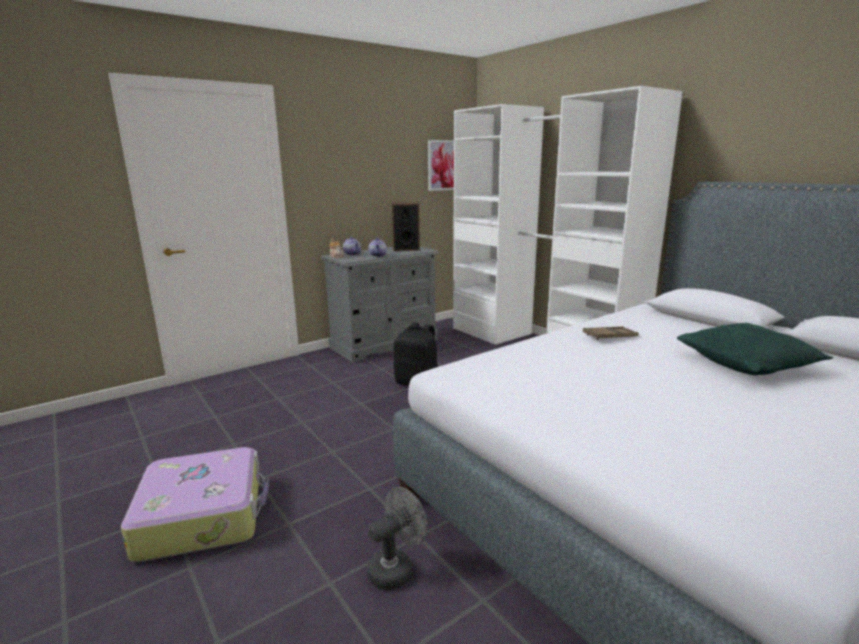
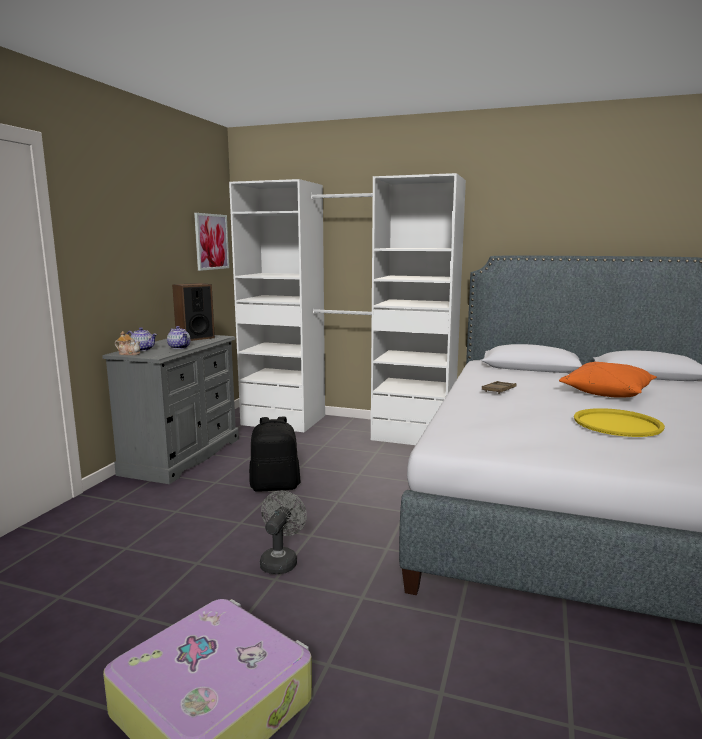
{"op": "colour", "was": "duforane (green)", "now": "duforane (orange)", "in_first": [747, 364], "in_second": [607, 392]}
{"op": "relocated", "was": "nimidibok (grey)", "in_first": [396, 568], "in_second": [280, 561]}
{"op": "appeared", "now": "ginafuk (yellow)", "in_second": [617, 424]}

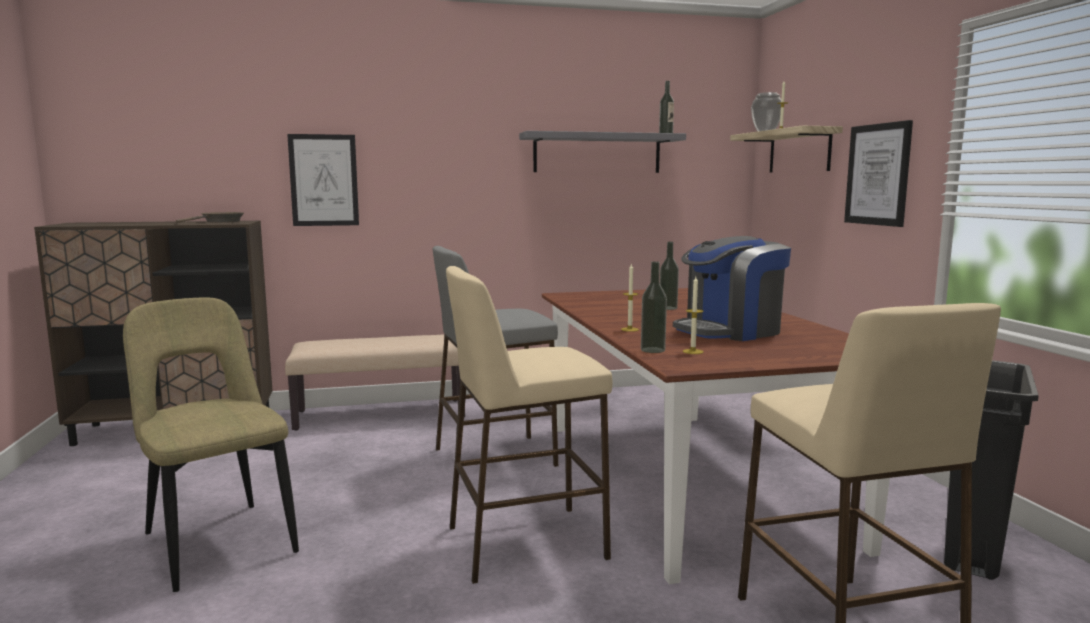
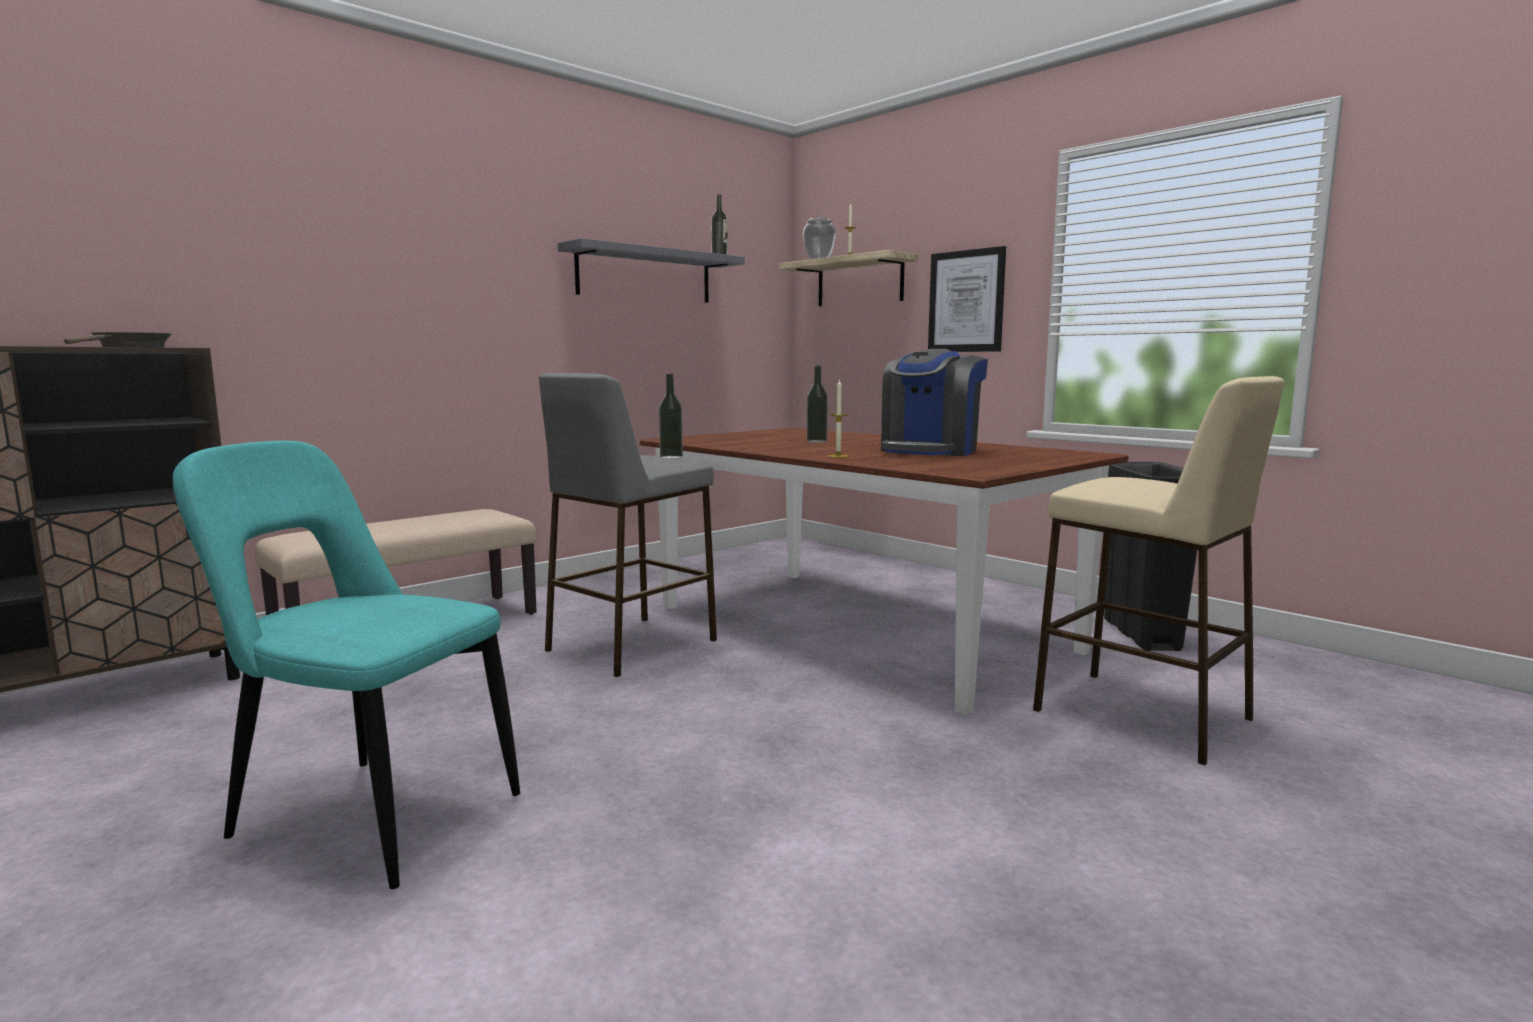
{"op": "missing", "was": "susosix", "in_first": [324, 180]}
{"op": "relocated", "was": "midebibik", "in_first": [652, 350], "in_second": [671, 457]}
{"op": "missing", "was": "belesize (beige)", "in_first": [525, 542]}
{"op": "missing", "was": "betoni", "in_first": [693, 351]}
{"op": "colour", "was": "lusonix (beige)", "now": "lusonix (turquoise)", "in_first": [217, 541], "in_second": [367, 815]}

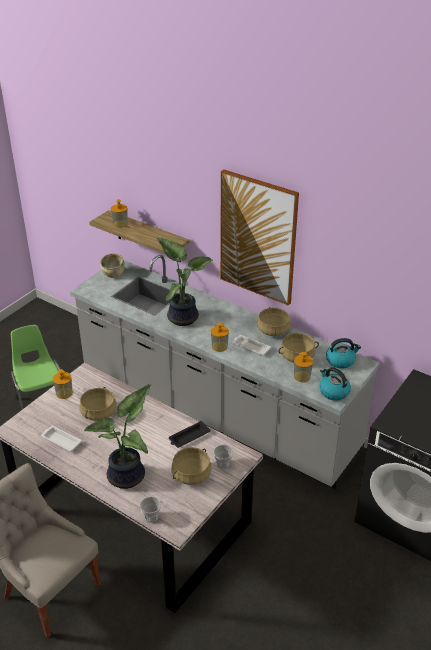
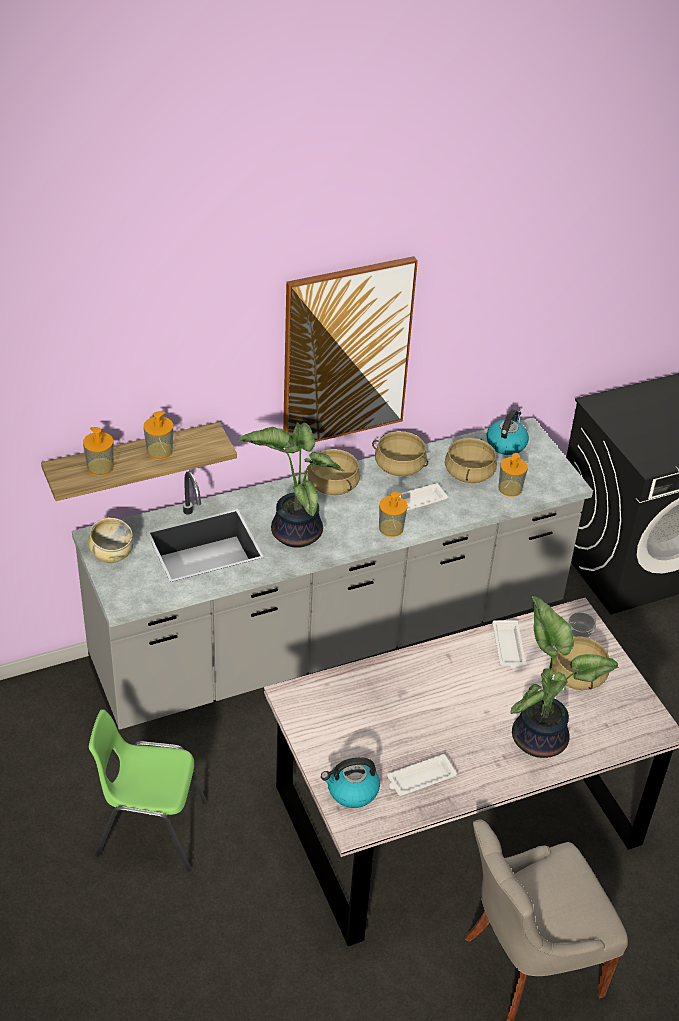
{"op": "relocated", "was": "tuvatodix", "in_first": [333, 392], "in_second": [351, 791]}
{"op": "relocated", "was": "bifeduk", "in_first": [64, 393], "in_second": [159, 451]}
{"op": "relocated", "was": "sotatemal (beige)", "in_first": [98, 412], "in_second": [332, 485]}
{"op": "colour", "was": "ginafuk (black)", "now": "ginafuk (white)", "in_first": [188, 437], "in_second": [508, 647]}
{"op": "missing", "was": "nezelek", "in_first": [151, 516]}

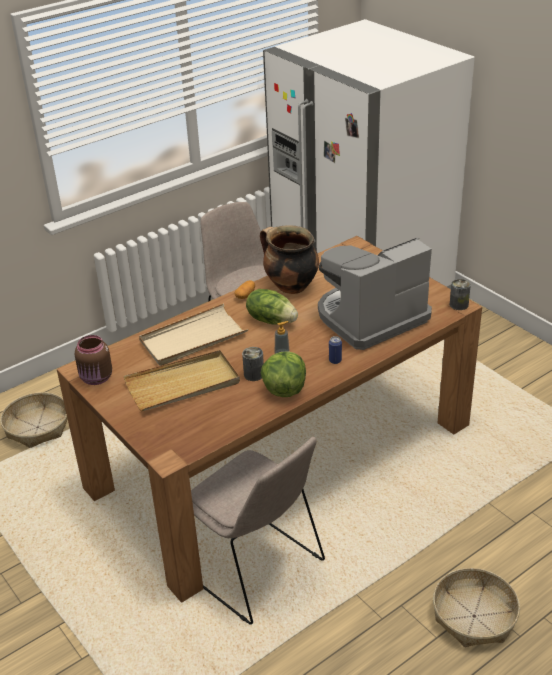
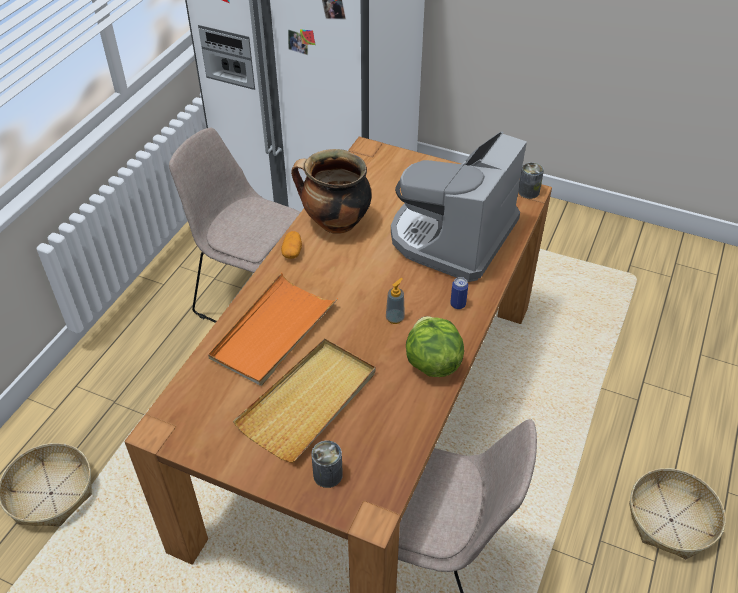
{"op": "missing", "was": "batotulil", "in_first": [271, 320]}
{"op": "colour", "was": "ginafuk (beige)", "now": "ginafuk (orange)", "in_first": [193, 339], "in_second": [273, 332]}
{"op": "missing", "was": "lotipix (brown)", "in_first": [97, 378]}
{"op": "relocated", "was": "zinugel", "in_first": [254, 374], "in_second": [328, 475]}

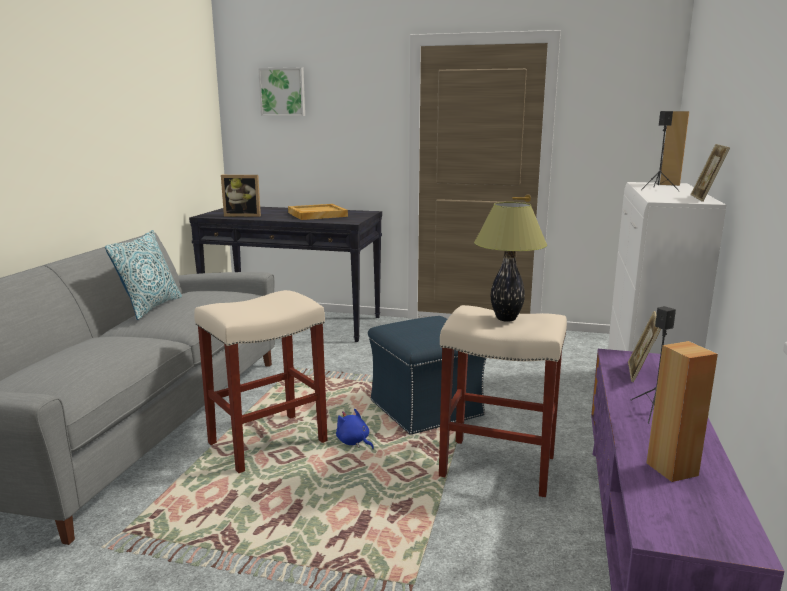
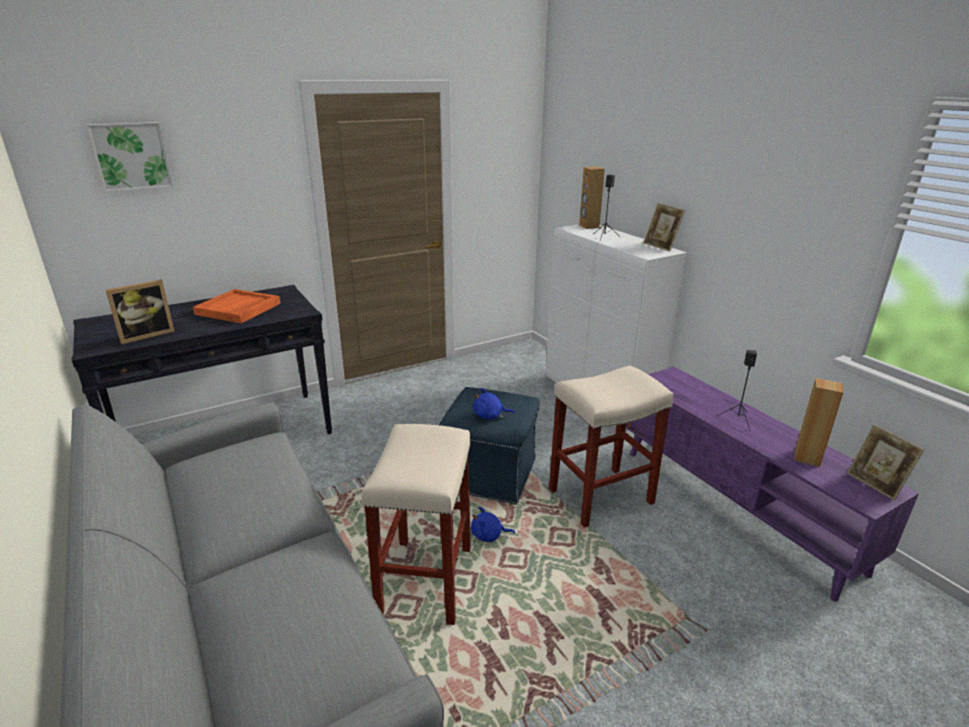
{"op": "missing", "was": "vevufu", "in_first": [505, 319]}
{"op": "colour", "was": "ginafuk (beige)", "now": "ginafuk (orange)", "in_first": [317, 214], "in_second": [238, 309]}
{"op": "missing", "was": "duforane", "in_first": [150, 307]}
{"op": "relocated", "was": "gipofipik", "in_first": [640, 373], "in_second": [875, 484]}
{"op": "appeared", "now": "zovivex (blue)", "in_second": [490, 416]}

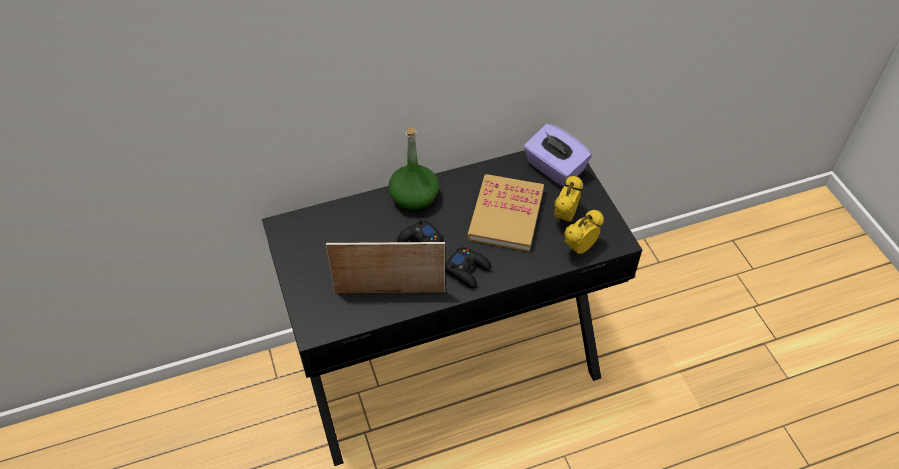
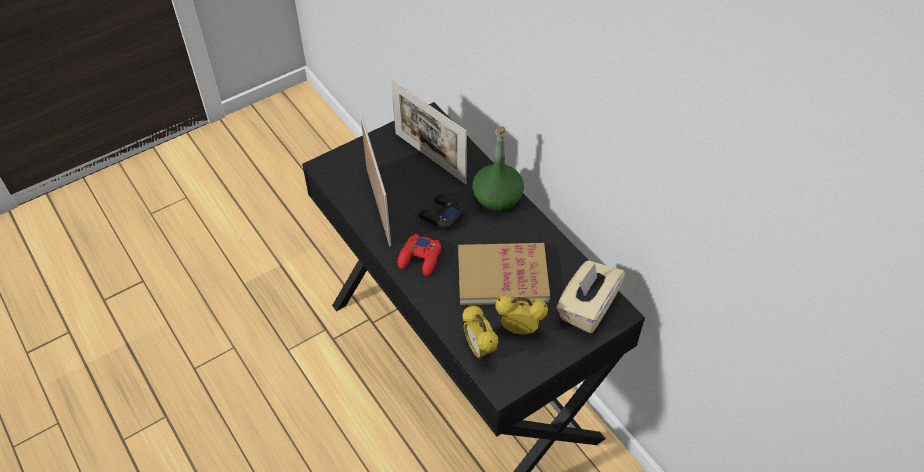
{"op": "colour", "was": "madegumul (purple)", "now": "madegumul (beige)", "in_first": [554, 168], "in_second": [587, 307]}
{"op": "spun", "was": "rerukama", "in_first": [579, 248], "in_second": [479, 349], "clockwise": -150}
{"op": "colour", "was": "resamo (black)", "now": "resamo (red)", "in_first": [467, 270], "in_second": [420, 259]}
{"op": "appeared", "now": "gipofipik", "in_second": [430, 157]}

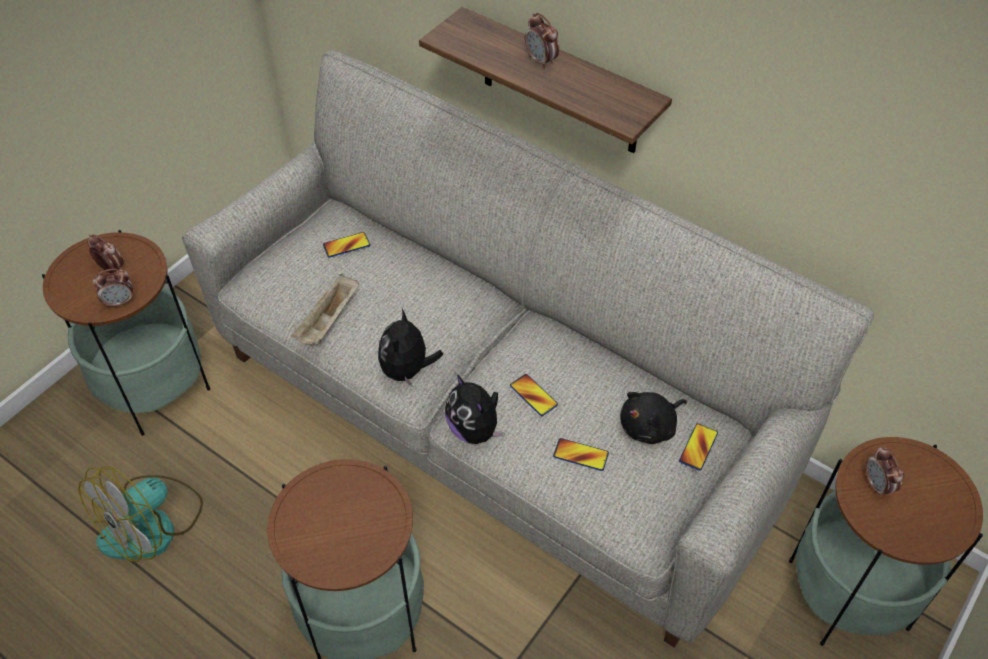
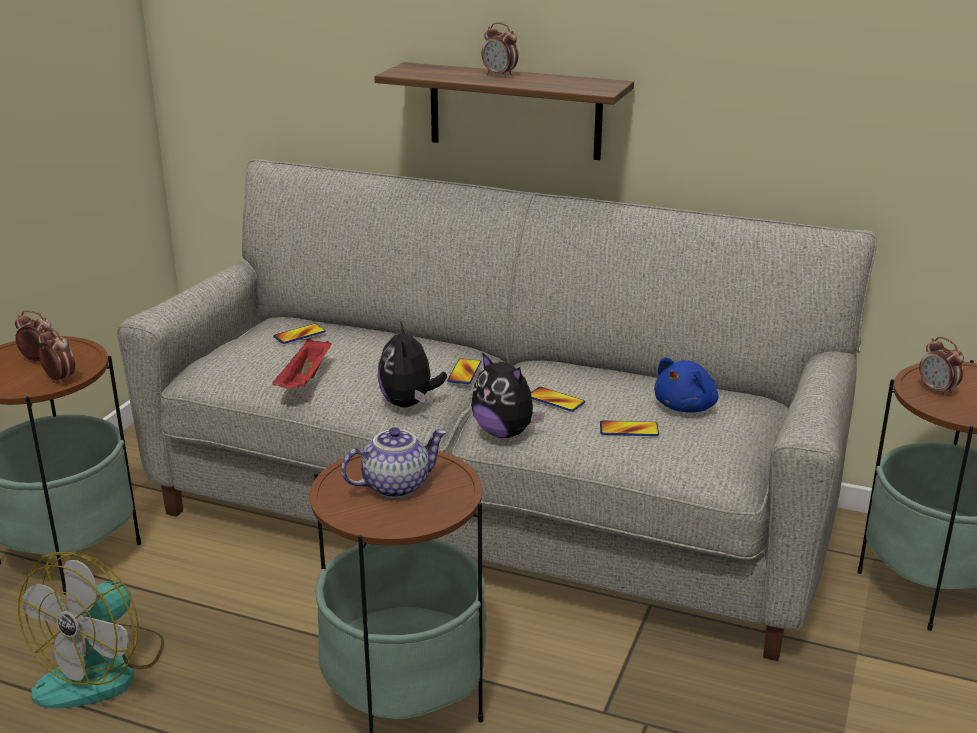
{"op": "spun", "was": "rerukama", "in_first": [120, 302], "in_second": [60, 379], "clockwise": -105}
{"op": "colour", "was": "ginafuk (beige)", "now": "ginafuk (red)", "in_first": [329, 321], "in_second": [305, 381]}
{"op": "colour", "was": "zovivex (black)", "now": "zovivex (blue)", "in_first": [650, 426], "in_second": [687, 407]}
{"op": "relocated", "was": "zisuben", "in_first": [698, 447], "in_second": [464, 372]}
{"op": "appeared", "now": "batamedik", "in_second": [396, 485]}

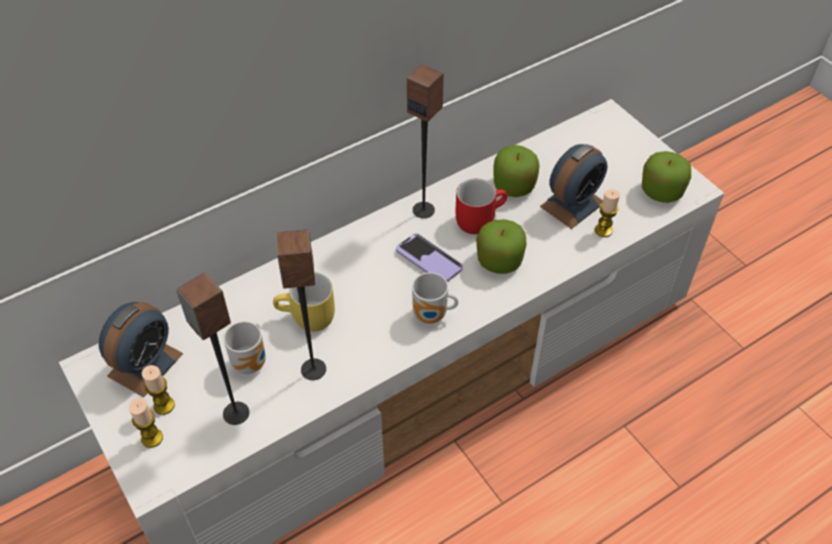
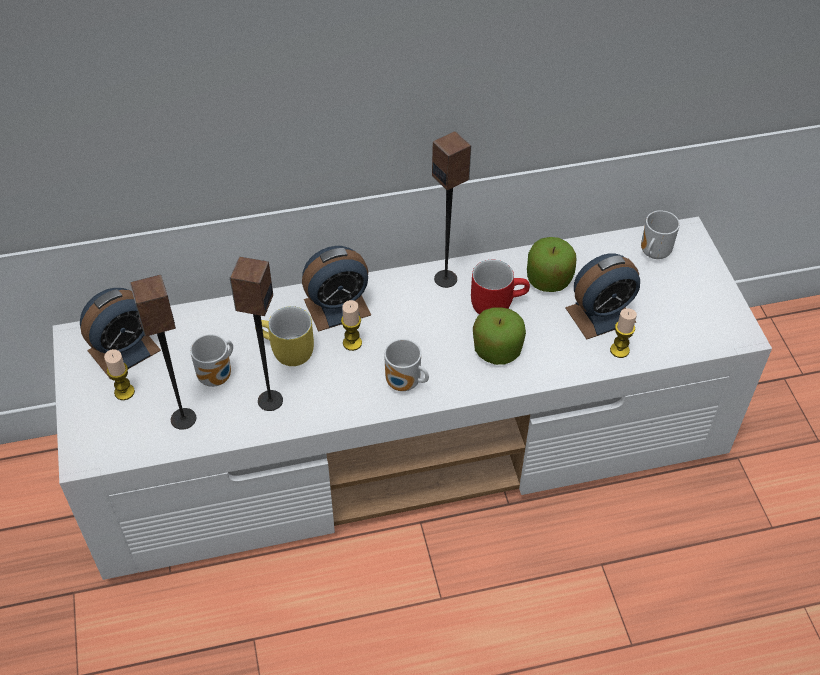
{"op": "missing", "was": "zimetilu", "in_first": [661, 191]}
{"op": "missing", "was": "zisuben", "in_first": [429, 260]}
{"op": "relocated", "was": "betoni", "in_first": [152, 438], "in_second": [352, 343]}
{"op": "appeared", "now": "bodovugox", "in_second": [652, 253]}
{"op": "appeared", "now": "rerukama", "in_second": [337, 307]}

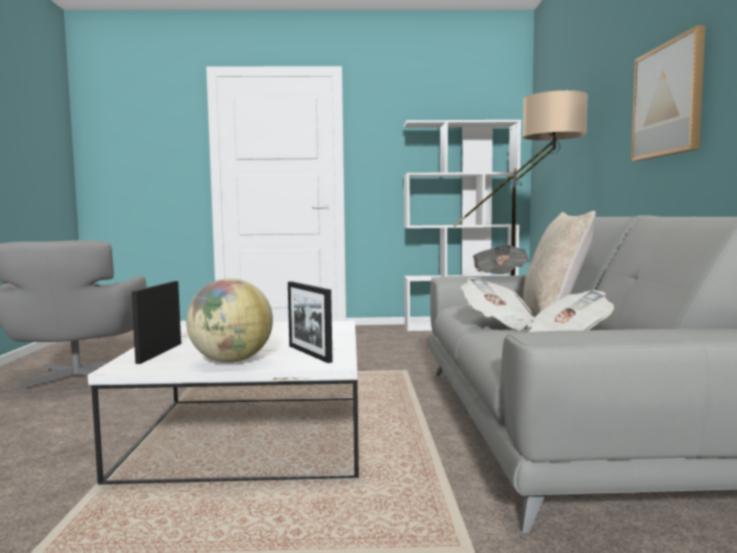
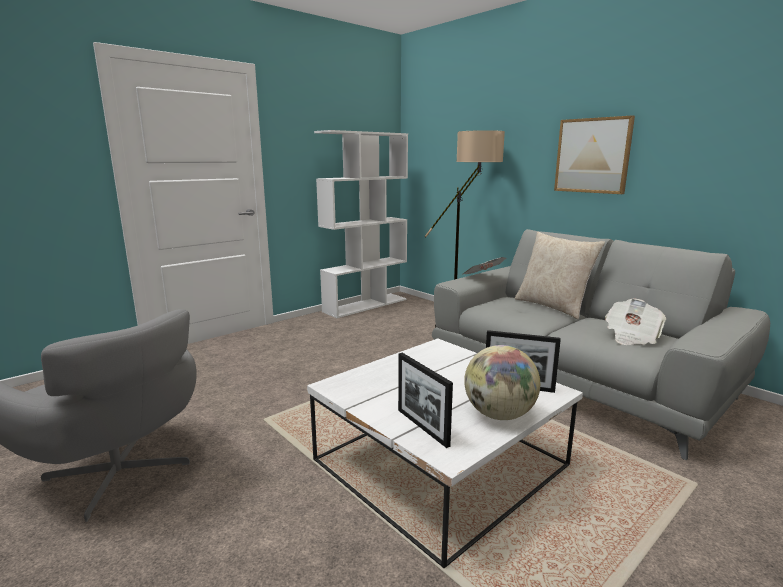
{"op": "missing", "was": "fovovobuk", "in_first": [498, 323]}

